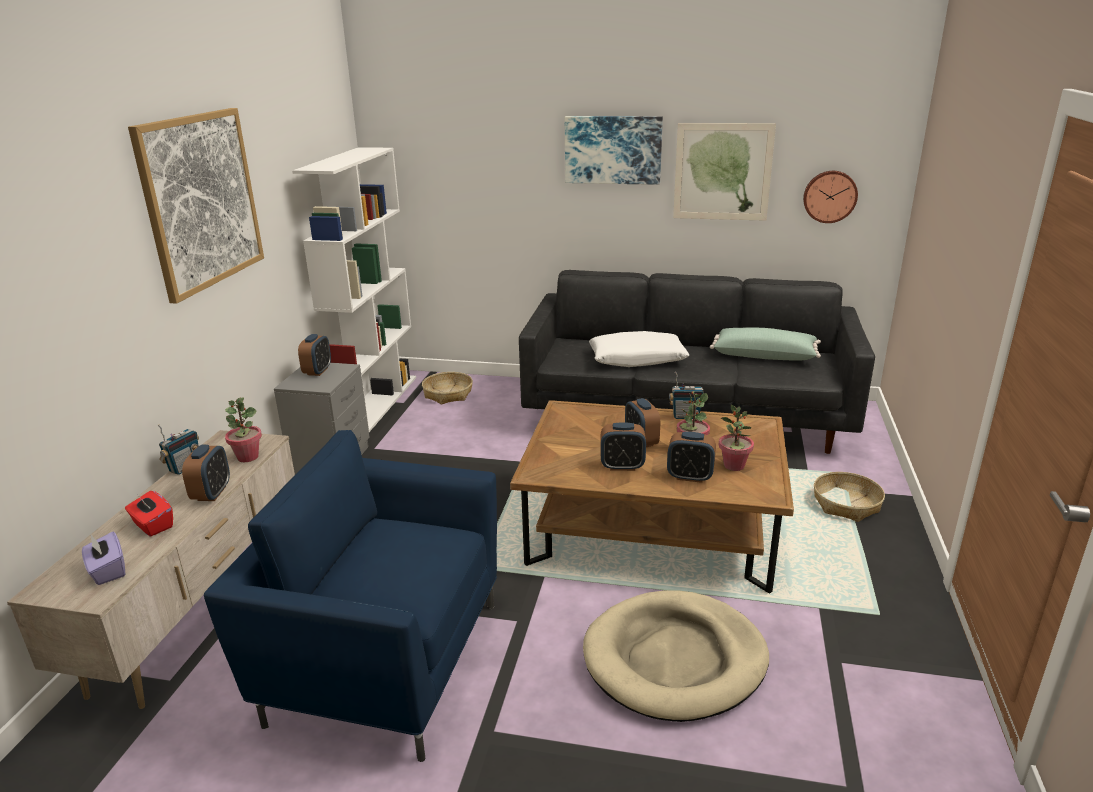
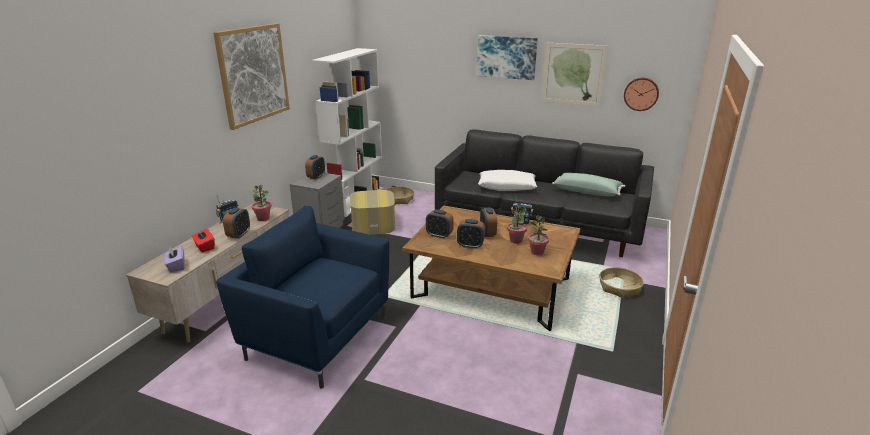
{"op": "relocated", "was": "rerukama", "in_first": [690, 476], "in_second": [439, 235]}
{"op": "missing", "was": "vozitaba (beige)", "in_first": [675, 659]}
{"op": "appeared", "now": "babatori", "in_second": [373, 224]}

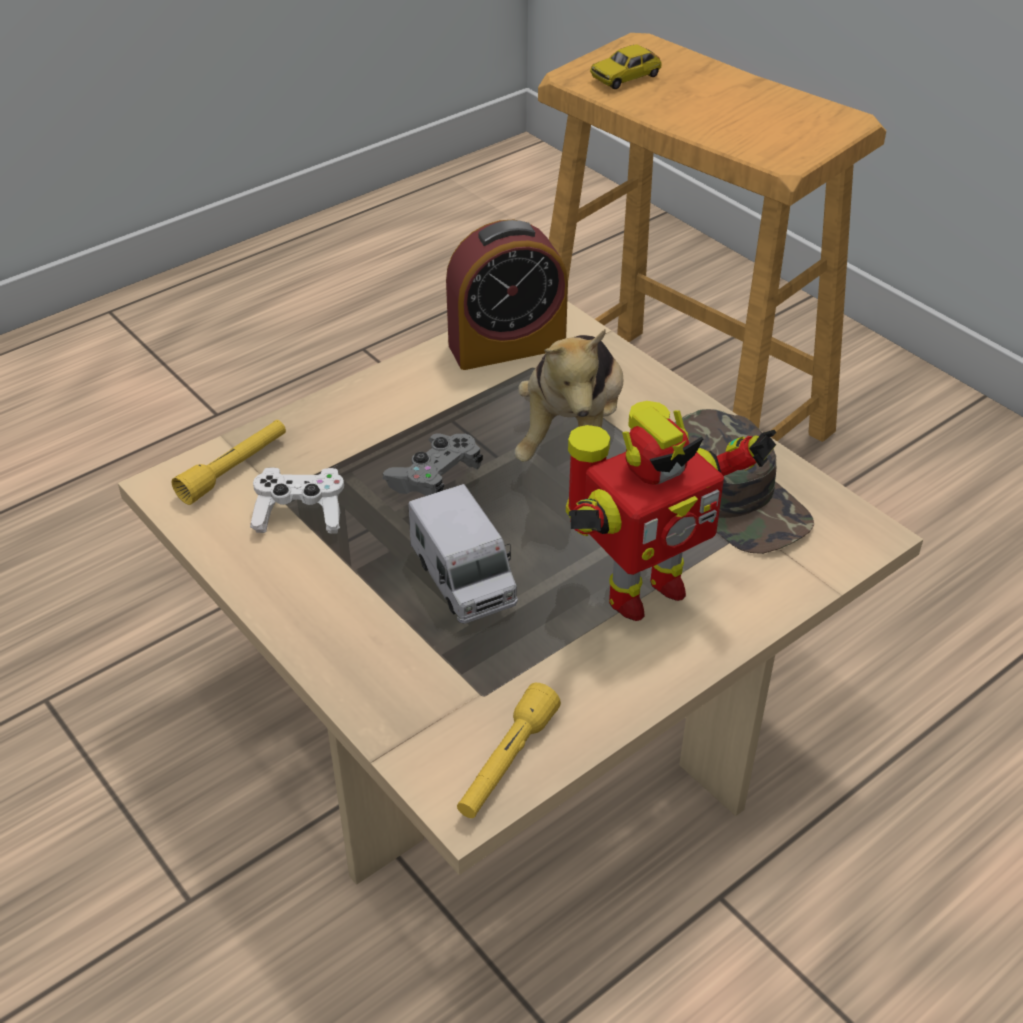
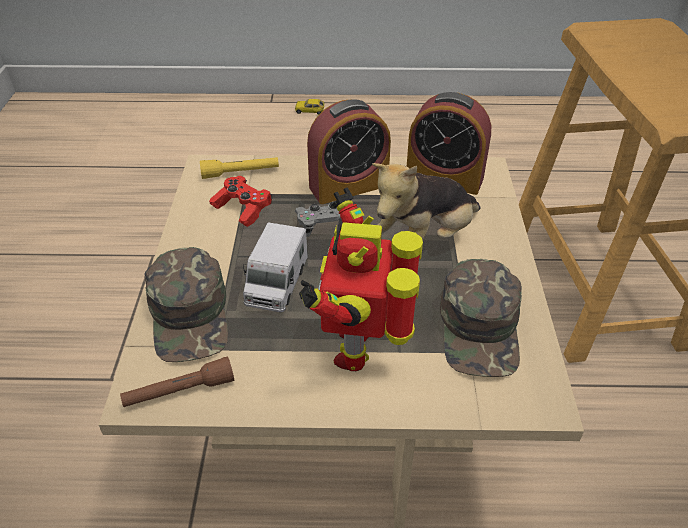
{"op": "relocated", "was": "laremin", "in_first": [625, 77], "in_second": [310, 110]}
{"op": "spun", "was": "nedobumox", "in_first": [640, 591], "in_second": [359, 347], "clockwise": 90}
{"op": "colour", "was": "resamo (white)", "now": "resamo (red)", "in_first": [300, 514], "in_second": [242, 209]}
{"op": "colour", "was": "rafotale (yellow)", "now": "rafotale (brown)", "in_first": [506, 763], "in_second": [179, 392]}
{"op": "appeared", "now": "rerukama", "in_second": [348, 186]}
{"op": "appeared", "now": "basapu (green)", "in_second": [190, 314]}

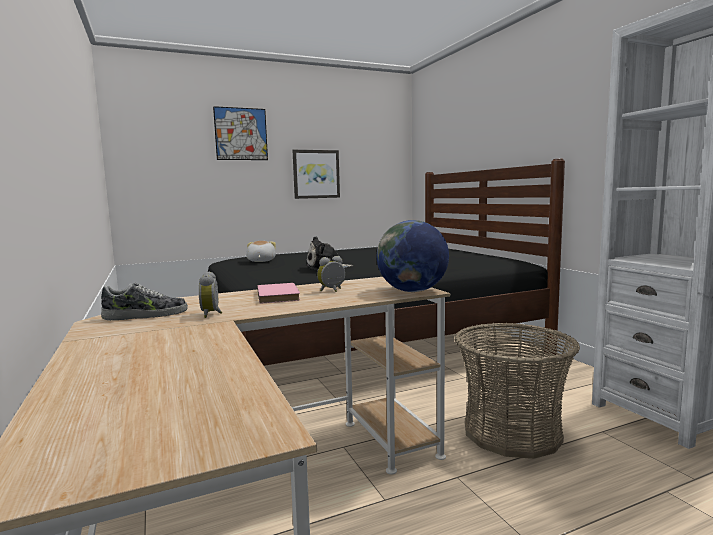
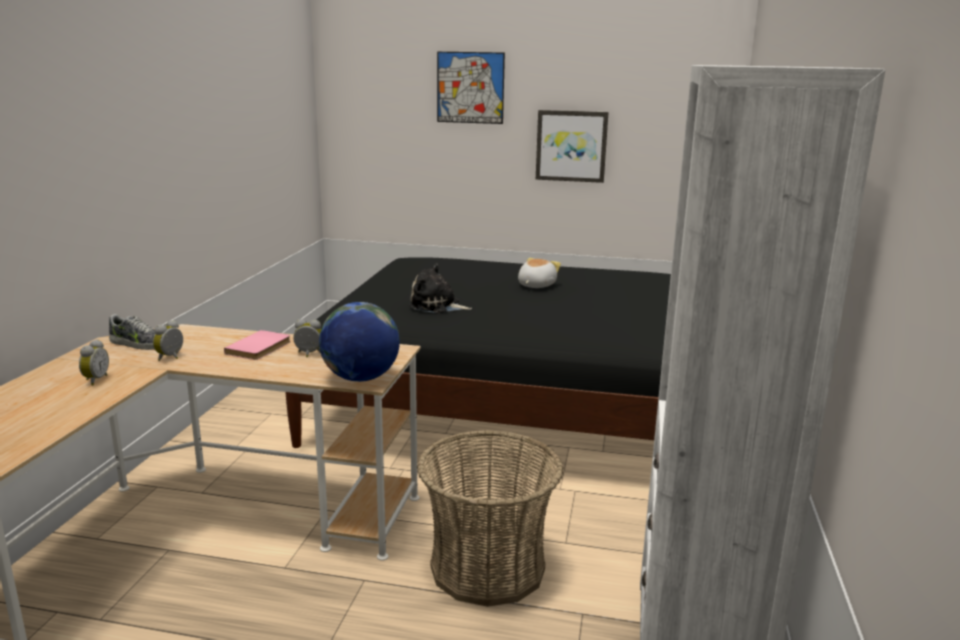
{"op": "relocated", "was": "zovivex", "in_first": [260, 261], "in_second": [535, 285]}
{"op": "appeared", "now": "rerukama", "in_second": [95, 380]}

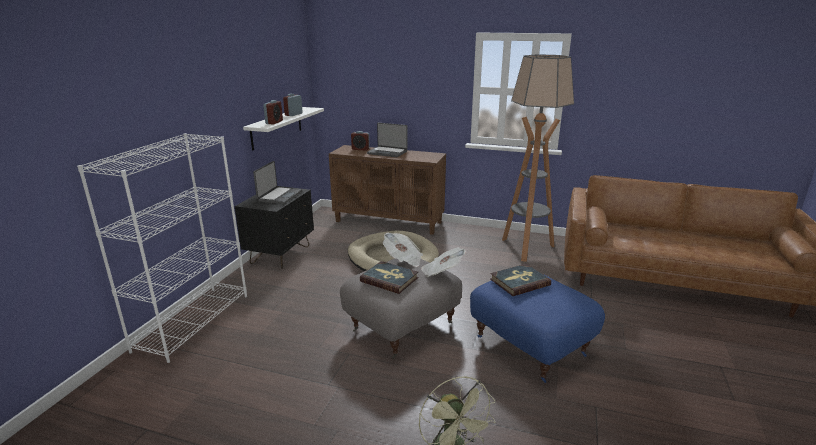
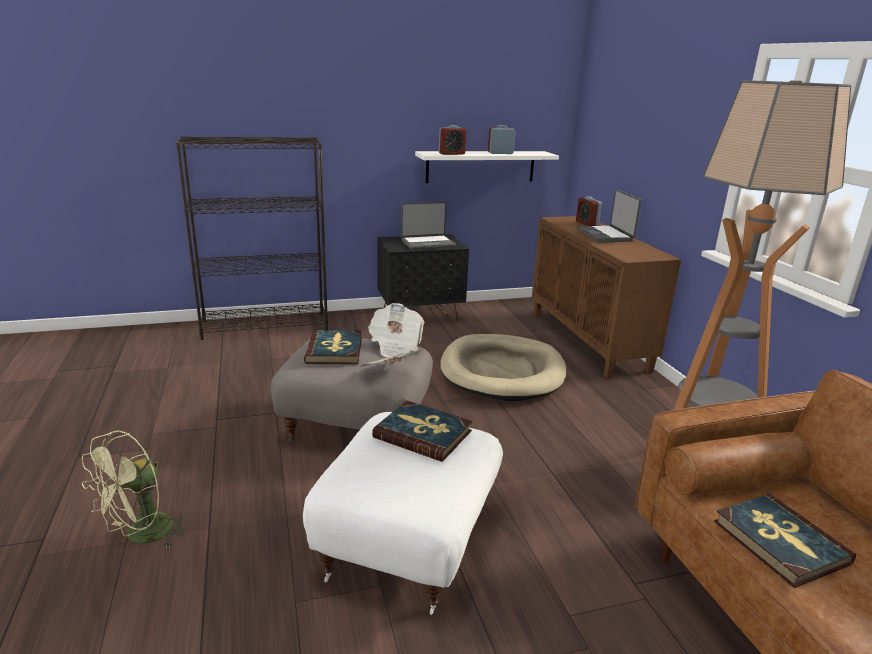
{"op": "colour", "was": "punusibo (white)", "now": "punusibo (black)", "in_first": [193, 321], "in_second": [266, 325]}
{"op": "colour", "was": "babatori (blue)", "now": "babatori (white)", "in_first": [531, 345], "in_second": [410, 545]}
{"op": "appeared", "now": "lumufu", "in_second": [779, 542]}

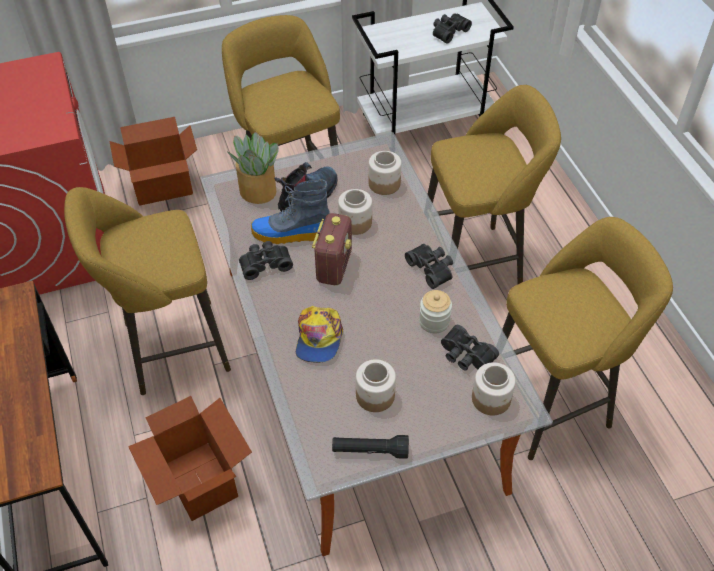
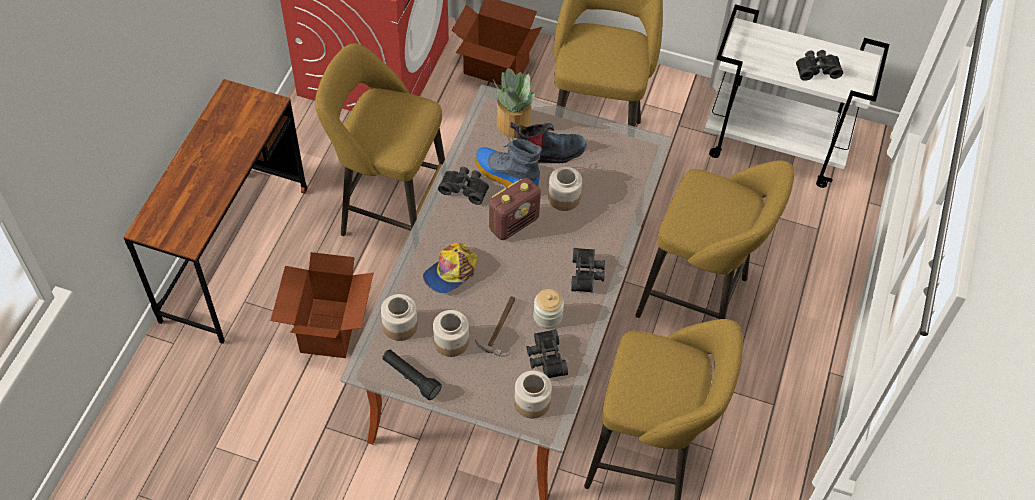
{"op": "relocated", "was": "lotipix", "in_first": [384, 184], "in_second": [399, 326]}
{"op": "appeared", "now": "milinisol", "in_second": [499, 325]}

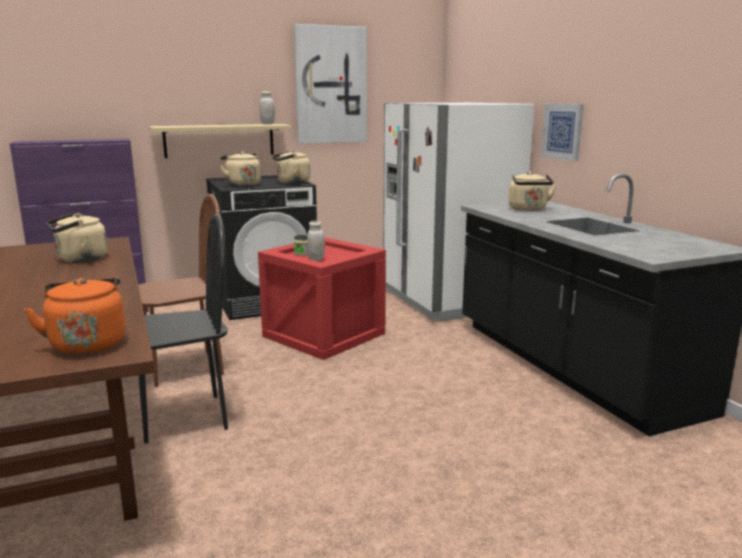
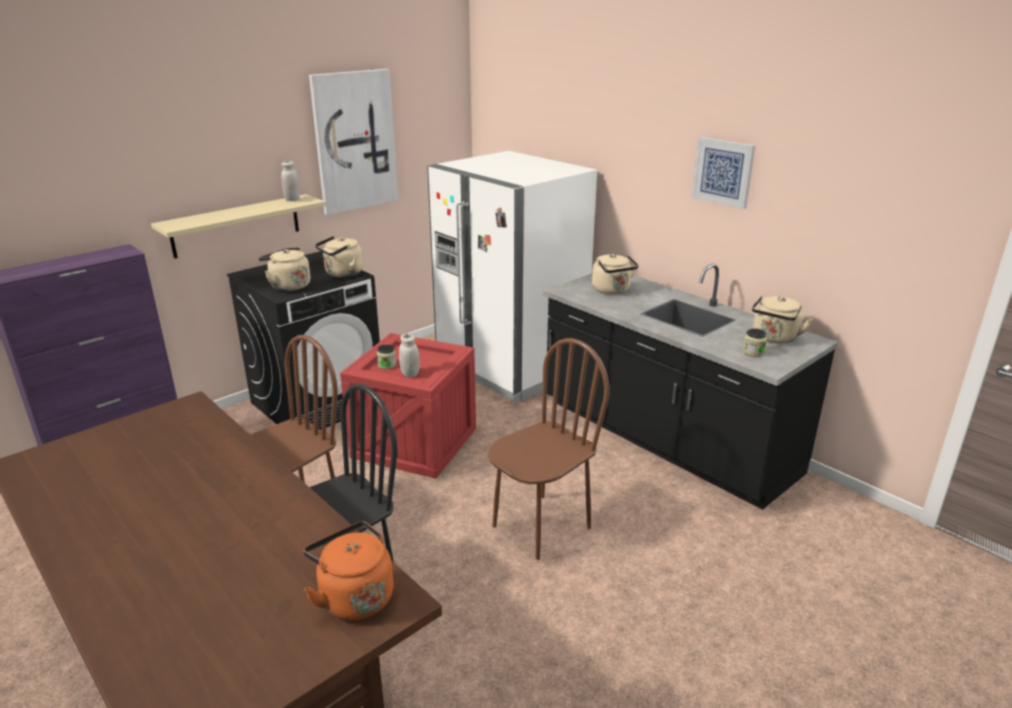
{"op": "relocated", "was": "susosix", "in_first": [562, 131], "in_second": [723, 172]}
{"op": "relocated", "was": "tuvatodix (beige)", "in_first": [79, 259], "in_second": [774, 338]}
{"op": "appeared", "now": "lotipix", "in_second": [753, 352]}
{"op": "appeared", "now": "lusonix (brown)", "in_second": [541, 526]}

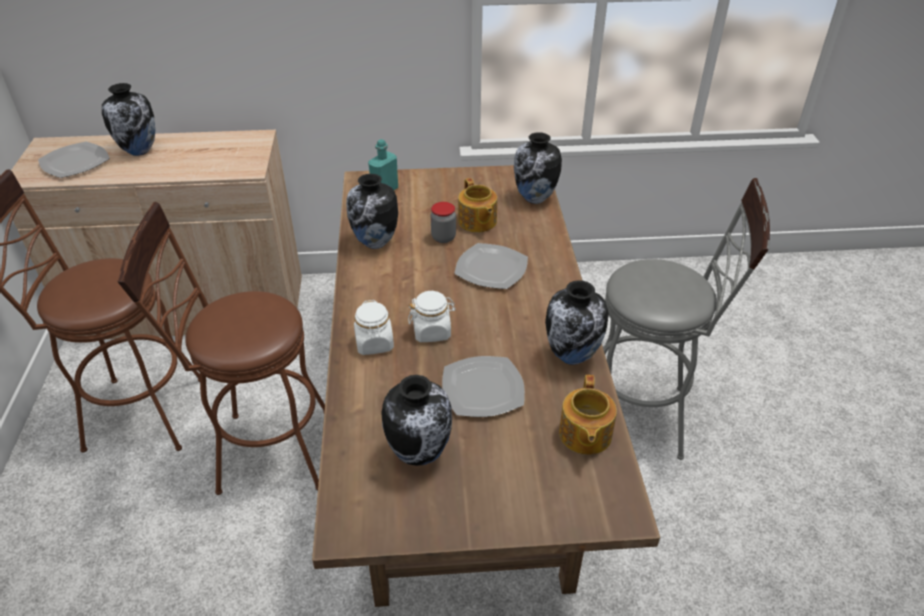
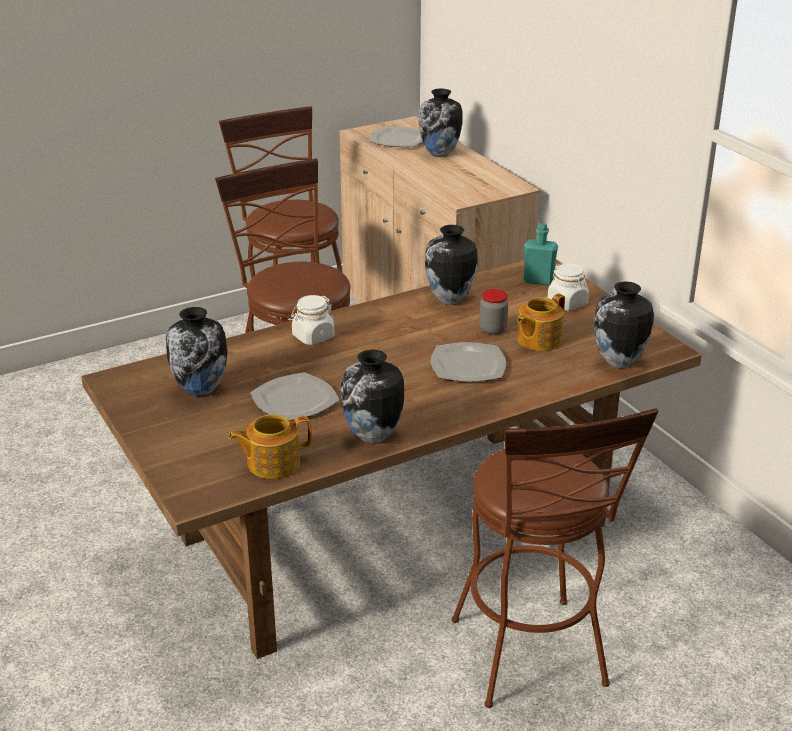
{"op": "colour", "was": "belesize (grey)", "now": "belesize (brown)", "in_first": [645, 416], "in_second": [533, 661]}
{"op": "relocated", "was": "lotipix (white)", "in_first": [432, 331], "in_second": [567, 303]}

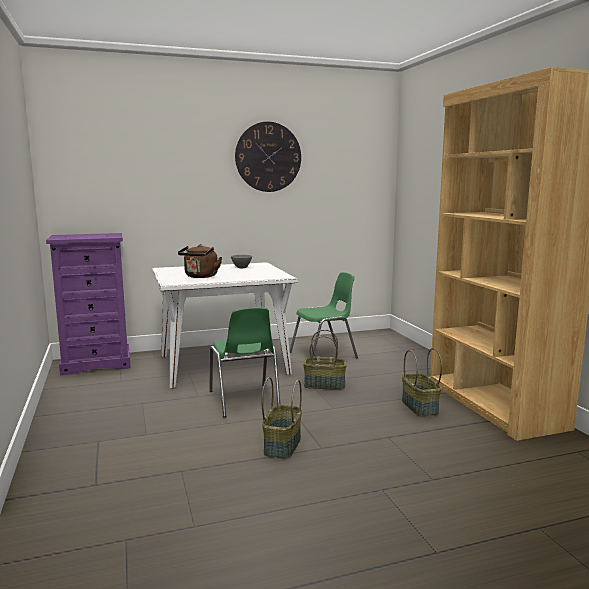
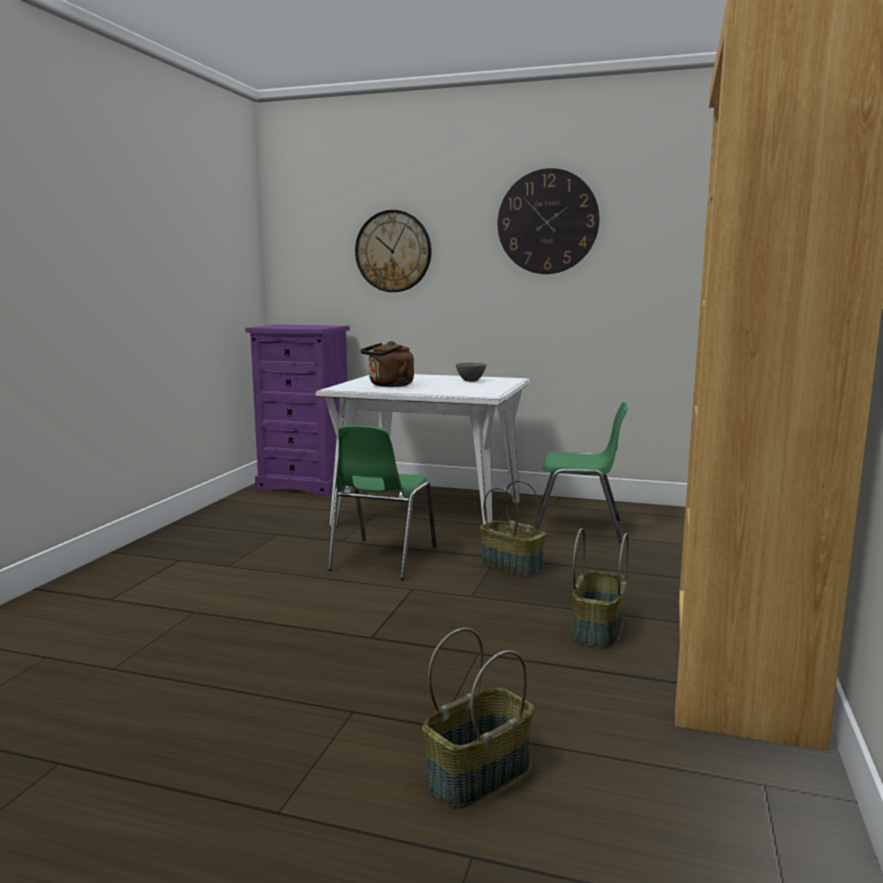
{"op": "relocated", "was": "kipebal", "in_first": [282, 445], "in_second": [478, 773]}
{"op": "appeared", "now": "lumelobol", "in_second": [393, 251]}

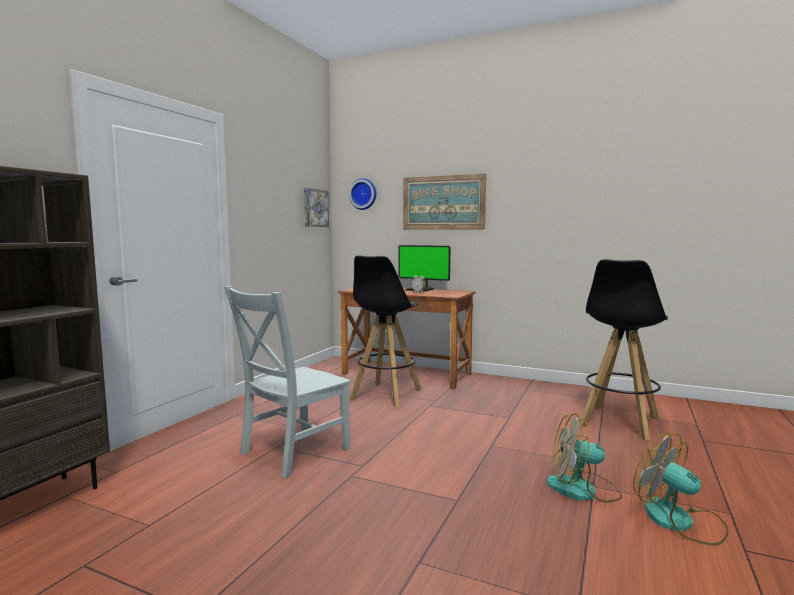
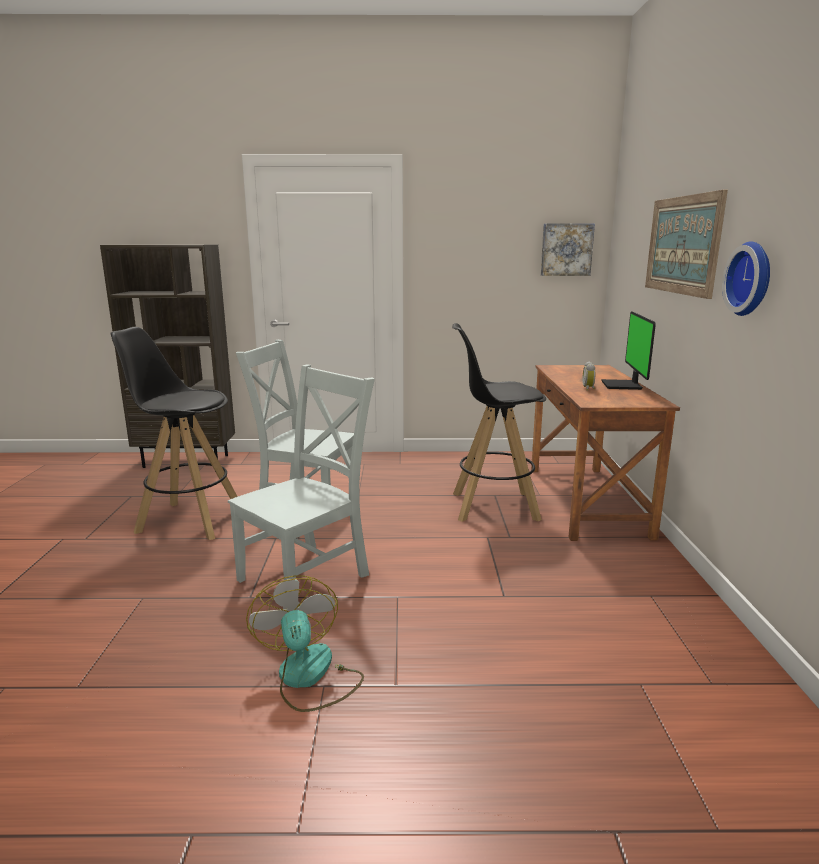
{"op": "relocated", "was": "lumelobol", "in_first": [363, 194], "in_second": [752, 279]}
{"op": "relocated", "was": "belesize (black)", "in_first": [619, 422], "in_second": [189, 520]}
{"op": "missing", "was": "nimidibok", "in_first": [680, 521]}
{"op": "appeared", "now": "lusonix (grey)", "in_second": [308, 575]}

